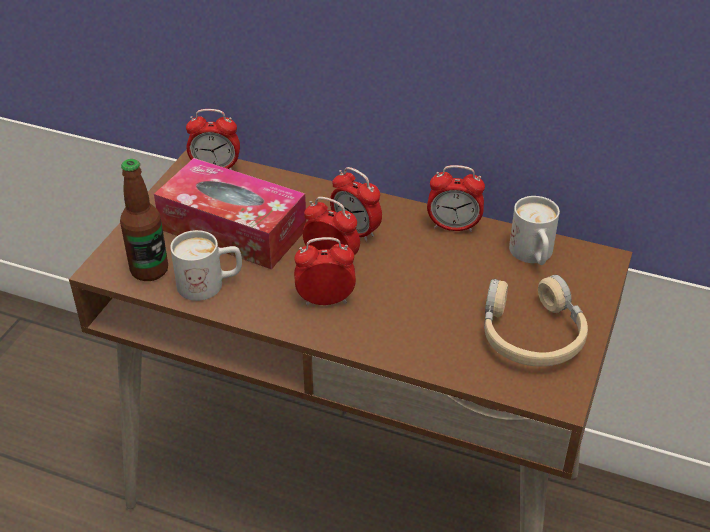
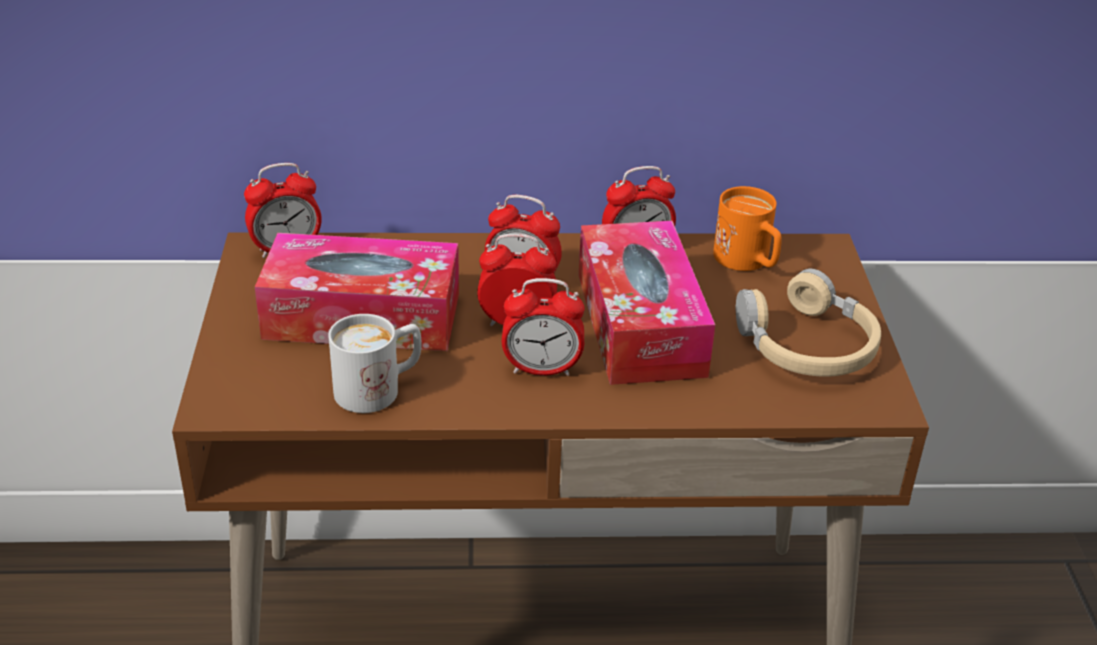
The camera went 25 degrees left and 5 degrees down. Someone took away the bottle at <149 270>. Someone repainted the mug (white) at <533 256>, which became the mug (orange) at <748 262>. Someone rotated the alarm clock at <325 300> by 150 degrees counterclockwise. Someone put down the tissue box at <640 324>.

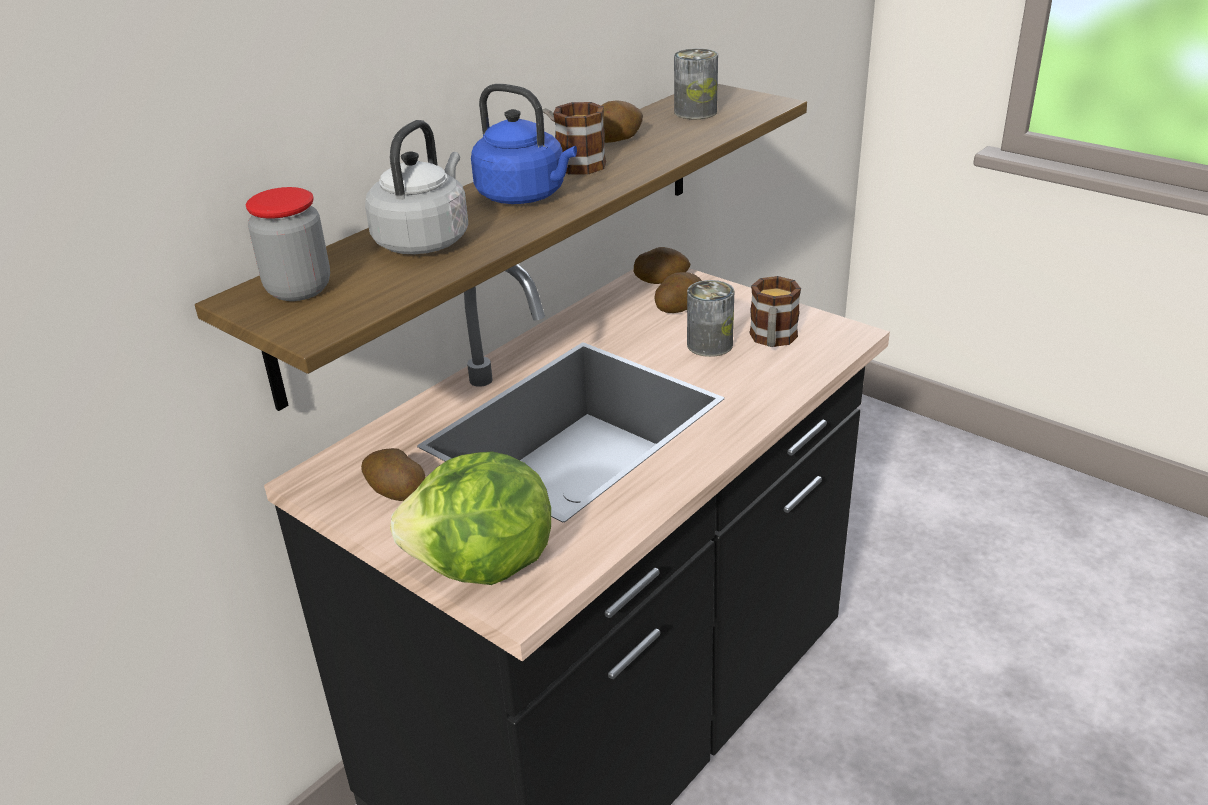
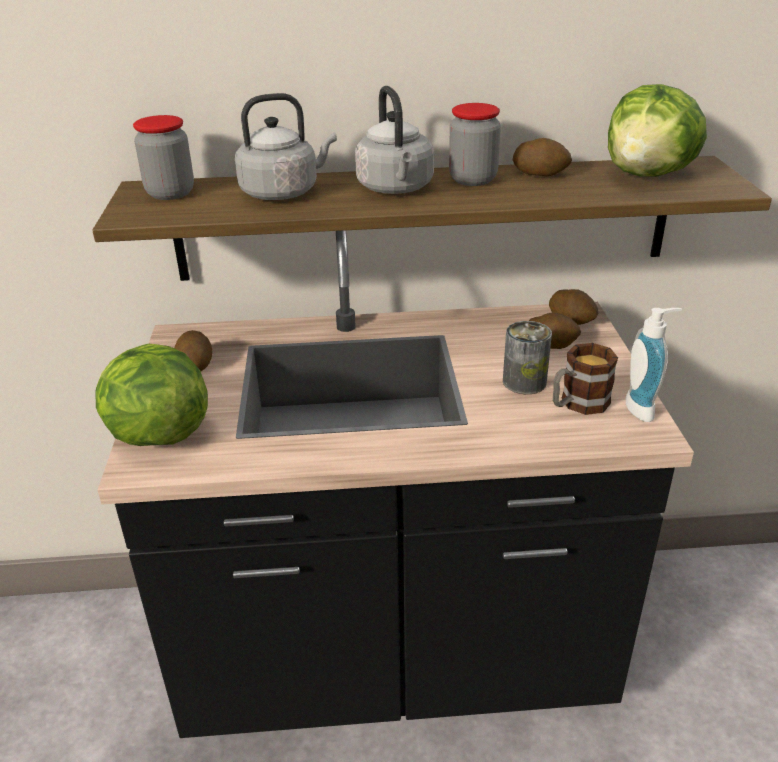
The camera went 45 degrees right and 0 degrees up. Someone swapped the can at <695 112> for the lettuce at <648 175>. Someone repainted the kettle (blue) at <525 196>, which became the kettle (grey) at <396 189>. Someone swapped the mug at <571 163> for the jar at <473 180>. Someone put down the soap dispenser at <644 408>.

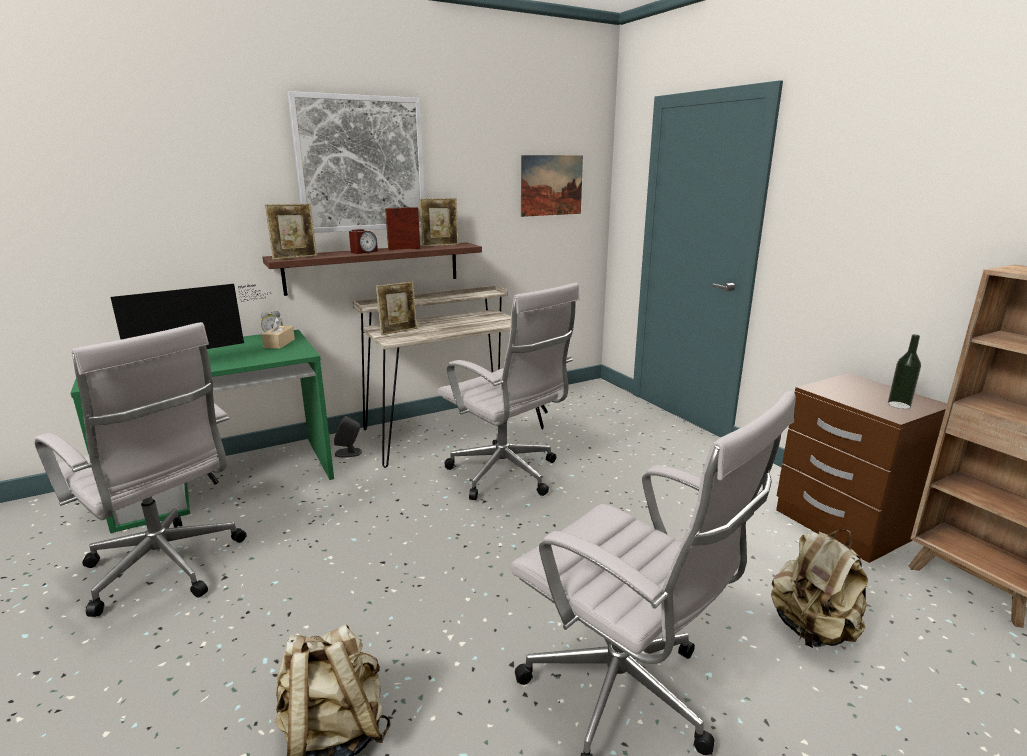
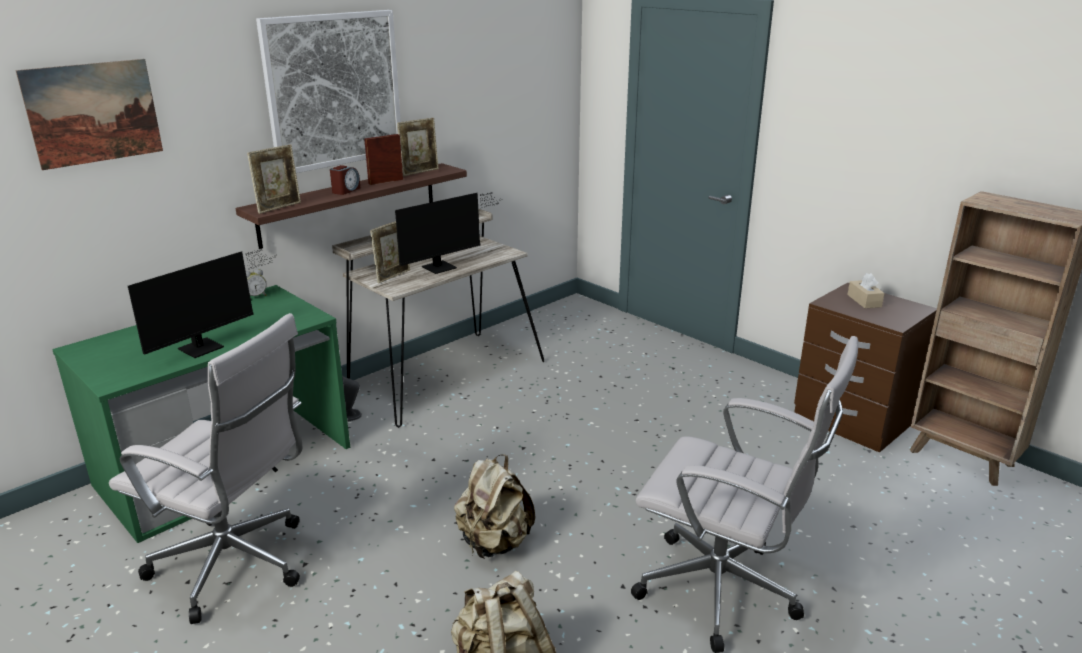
The camera went 15 degrees left and 5 degrees up. Someone carried the picture from <551 185> to <93 113>. Someone took away the office chair (white) at <507 475>. Someone carried the tissue box (beige) from <279 343> to <864 301>. Someone took away the bottle at <899 405>. Someone carried the backpack (beige) from <813 630> to <494 543>. Someone put down the monitor at <444 266>.

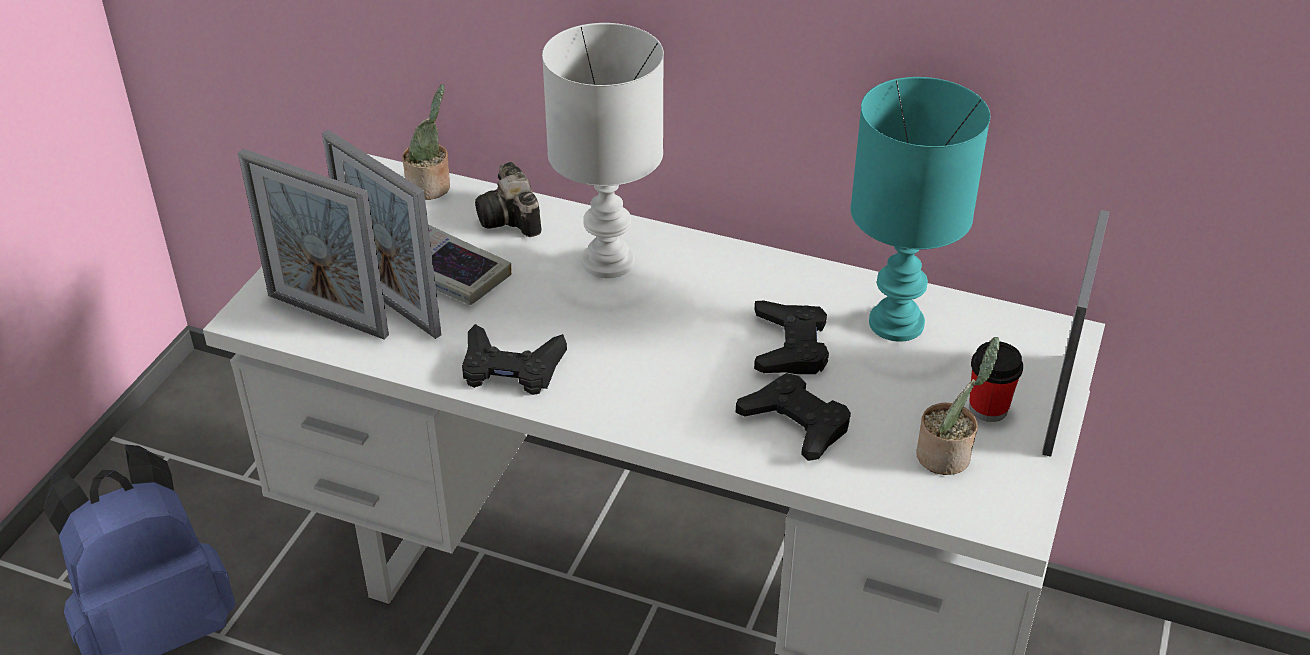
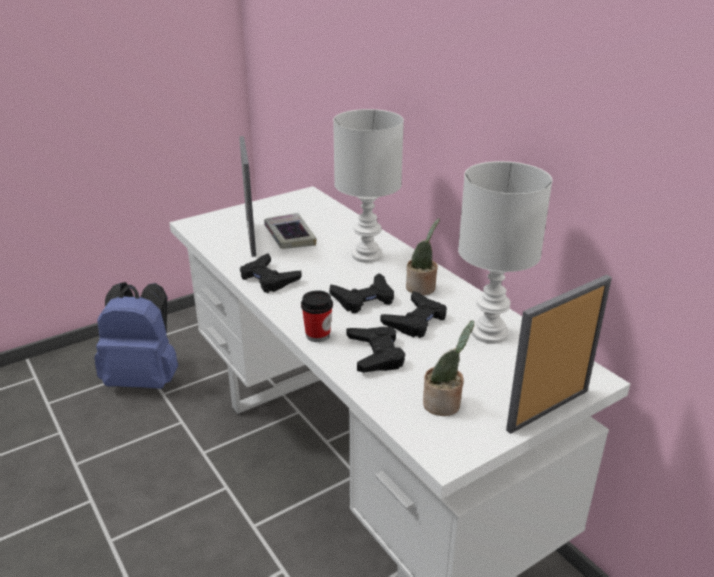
The camera went 35 degrees right and 10 degrees down. Someone repainted the table lamp (turquoise) at <896 325>, which became the table lamp (white) at <488 334>. Someone carried the potted plant from <431 188> to <422 288>. Someone took away the picture frame at <327 315>. Someone took away the photo camera at <512 220>. Someone carried the cup from <988 408> to <318 335>. Someone put down the game controller (black) at <364 299>.

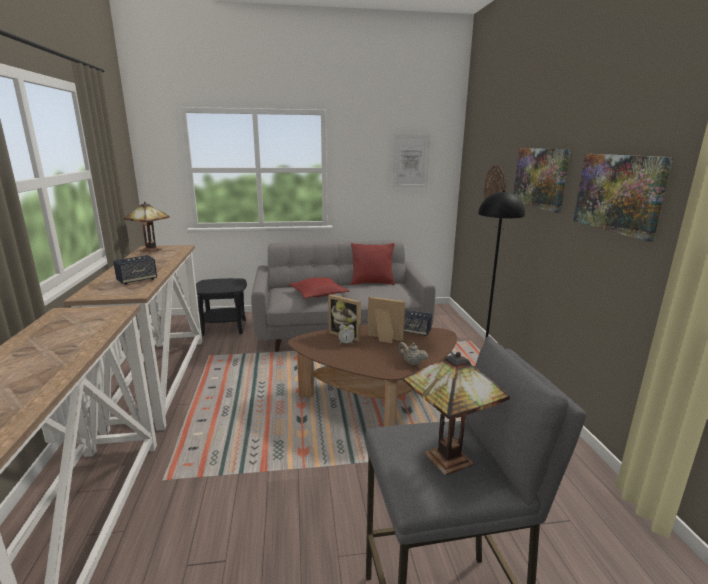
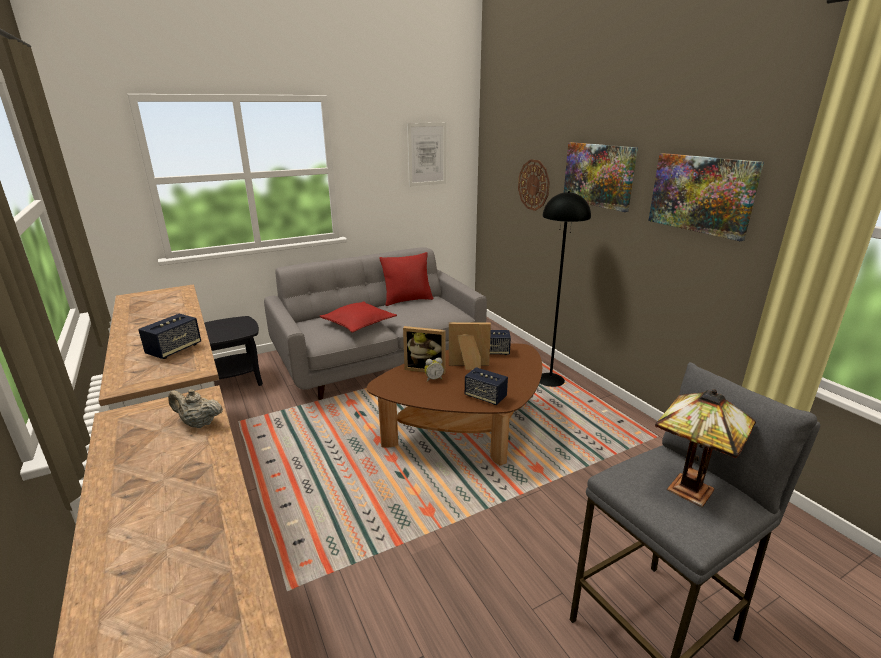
The camera went 20 degrees left and 5 degrees up. Someone took away the table lamp at <151 250>. Someone carried the teapot (beige) from <411 363> to <198 423>. Someone put down the speaker at <485 397>.

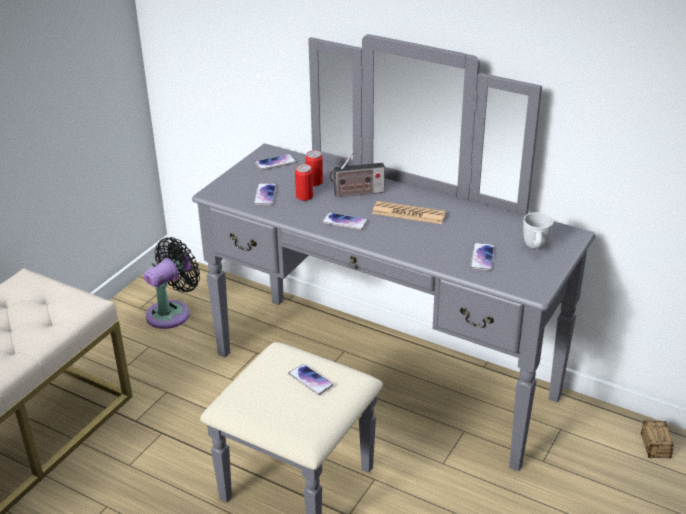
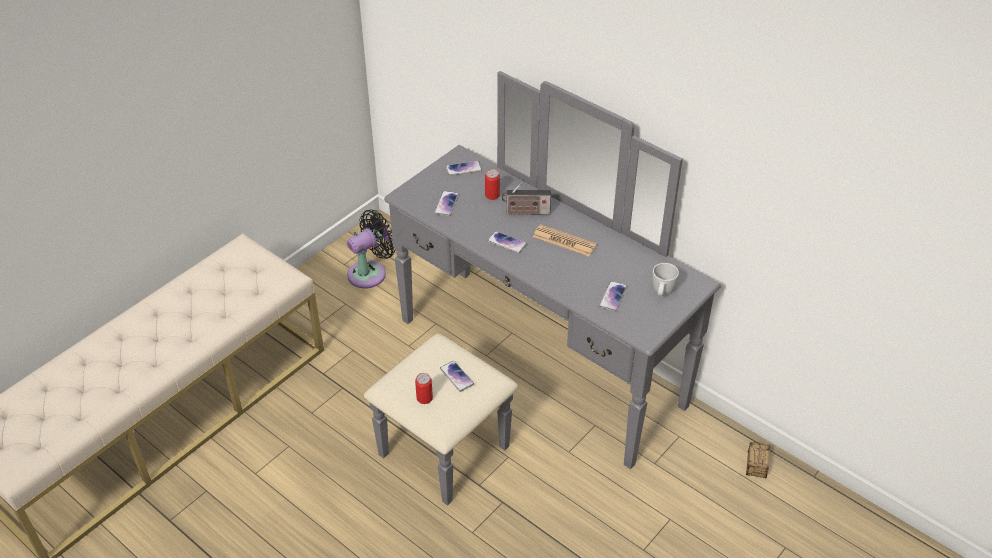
The camera went 10 degrees right and 10 degrees up. Someone carried the can from <304 196> to <424 398>.

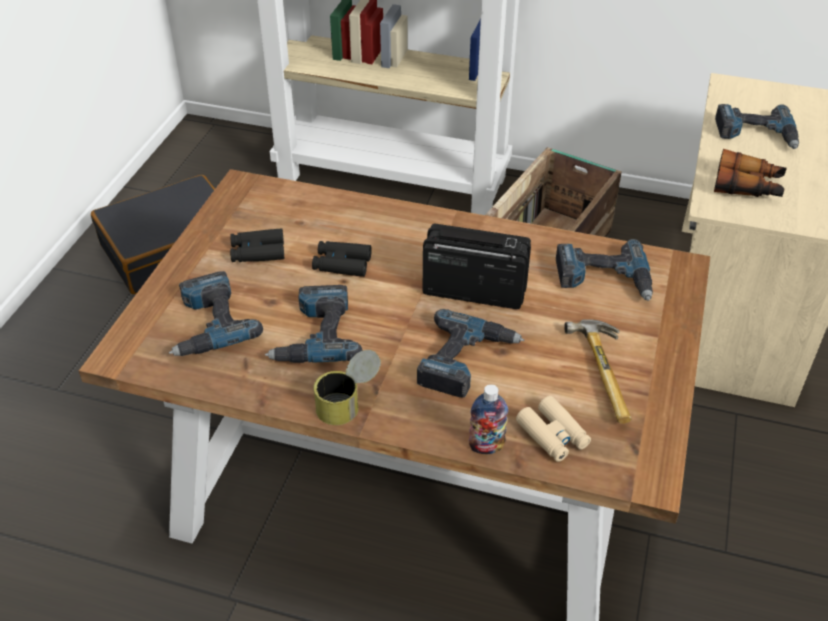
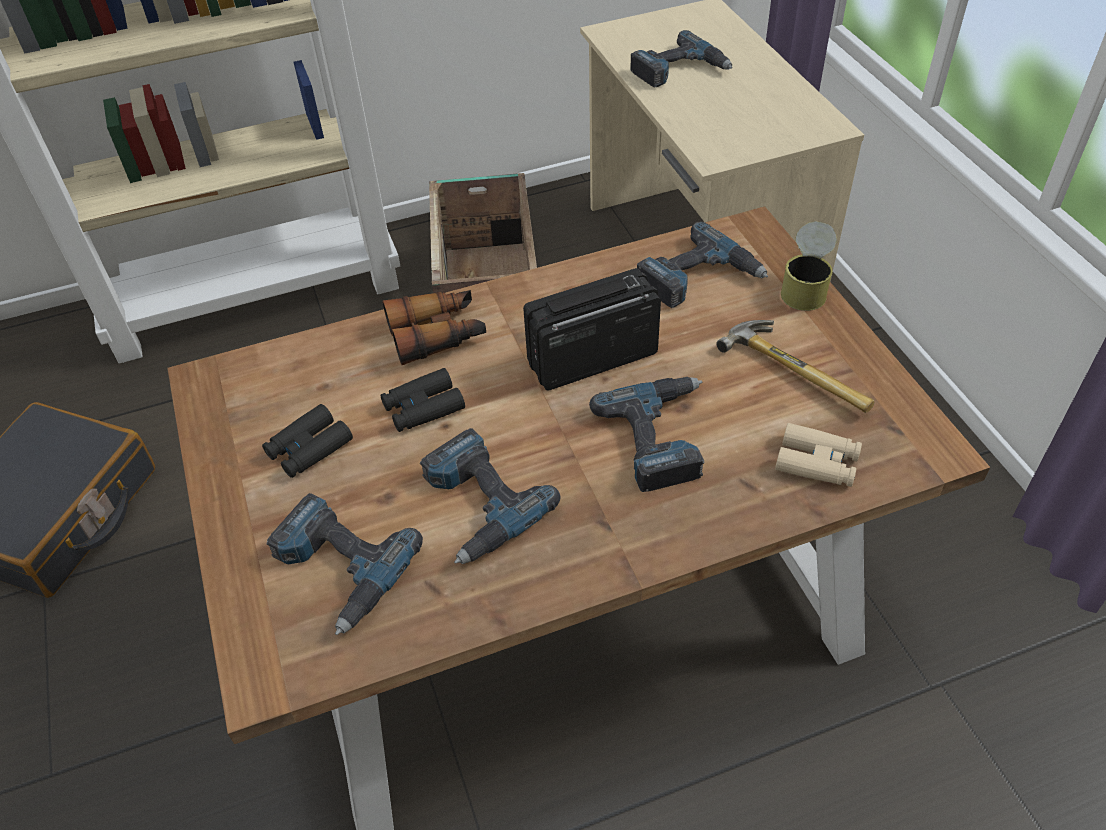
The camera went 35 degrees left and 5 degrees up. Someone carried the binoculars from <748 186> to <437 335>. Someone carried the can from <349 403> to <806 286>. Someone took away the bottle at <486 446>.

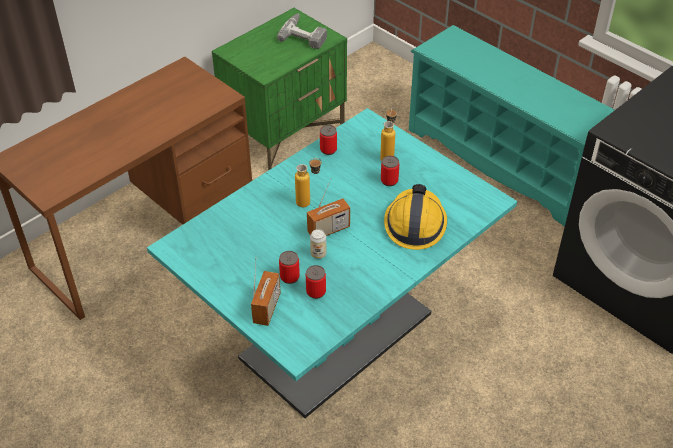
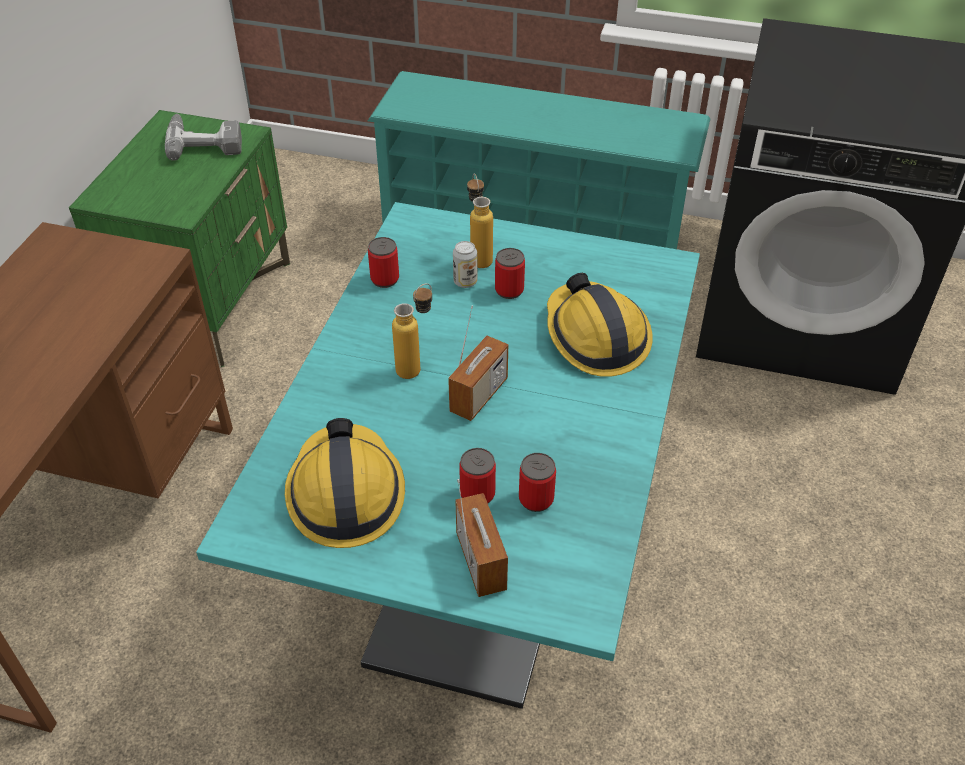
The camera went 30 degrees left and 0 degrees up. Someone carried the can from <318 254> to <465 282>. Someone put down the hard hat at <345 494>.

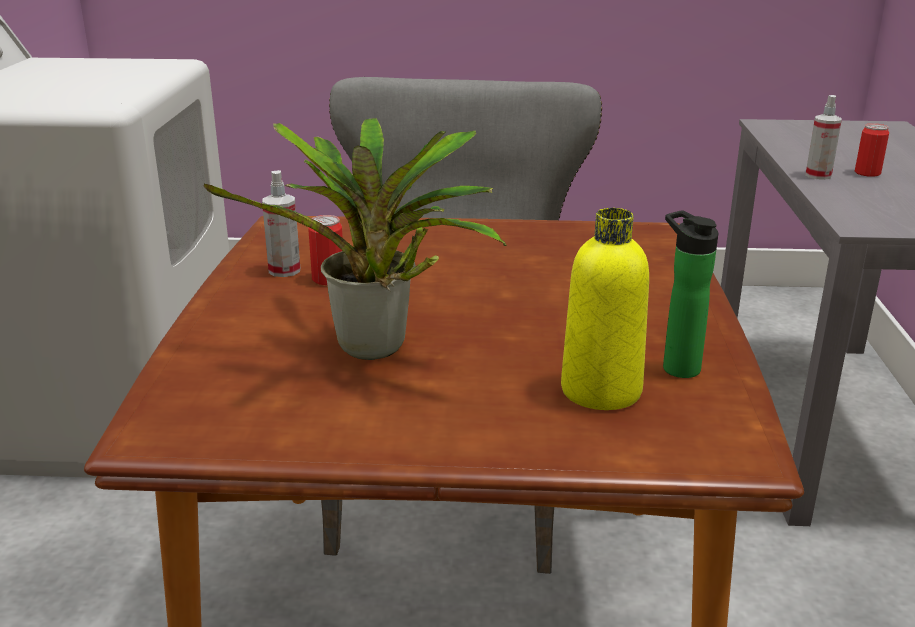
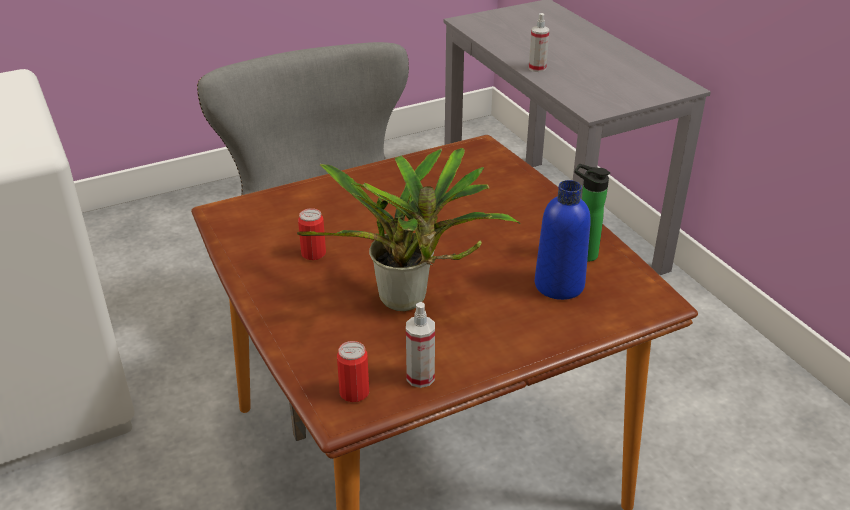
The camera went 30 degrees left and 10 degrees up. Someone carried the can from <867 173> to <354 392>. Someone carried the spray bottle from <284 270> to <420 377>. Someone repainted the bottle (yellow) at <601 391>, which became the bottle (blue) at <559 285>.

